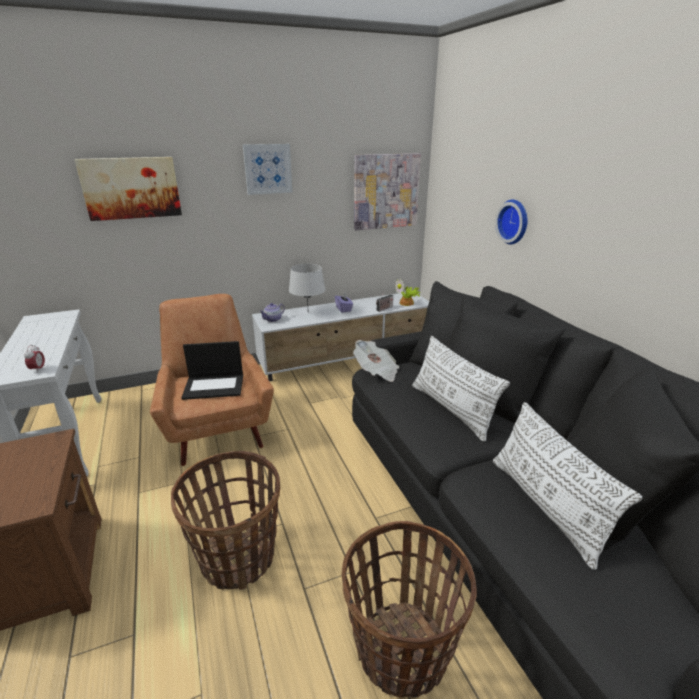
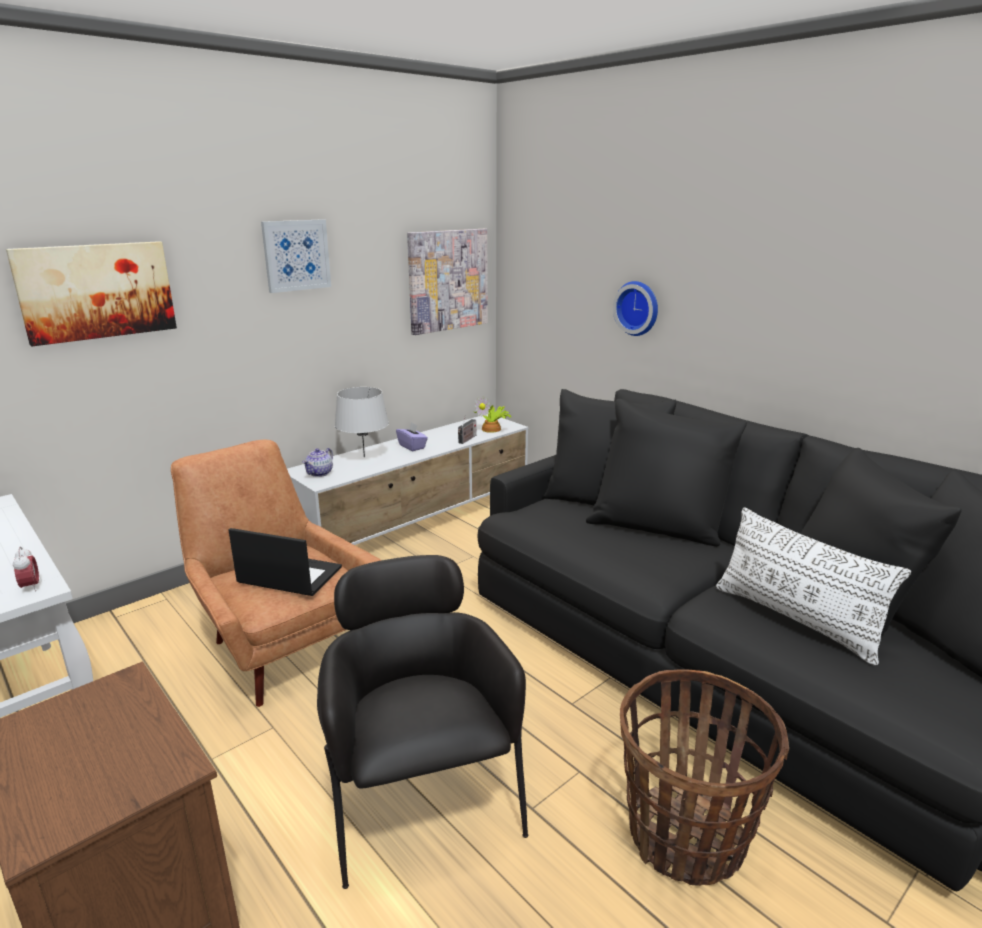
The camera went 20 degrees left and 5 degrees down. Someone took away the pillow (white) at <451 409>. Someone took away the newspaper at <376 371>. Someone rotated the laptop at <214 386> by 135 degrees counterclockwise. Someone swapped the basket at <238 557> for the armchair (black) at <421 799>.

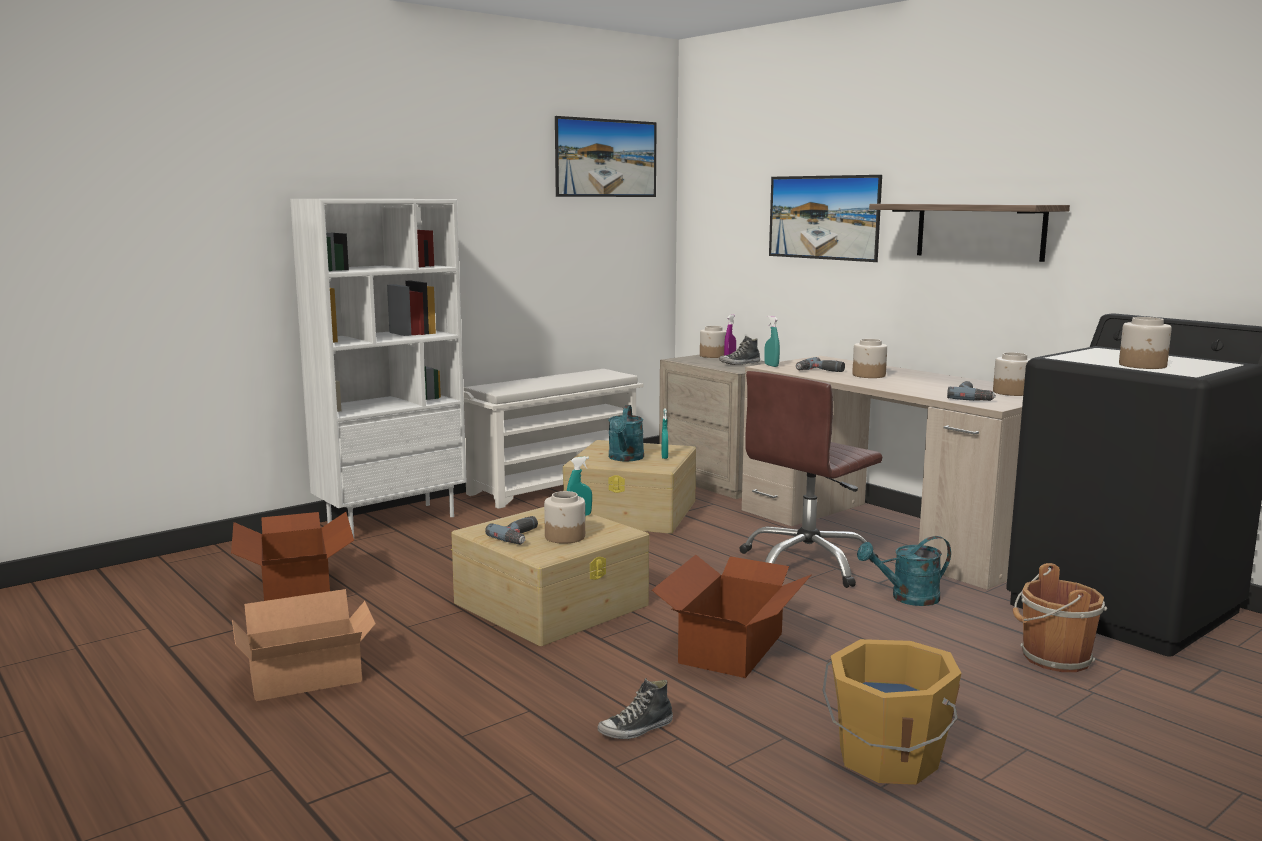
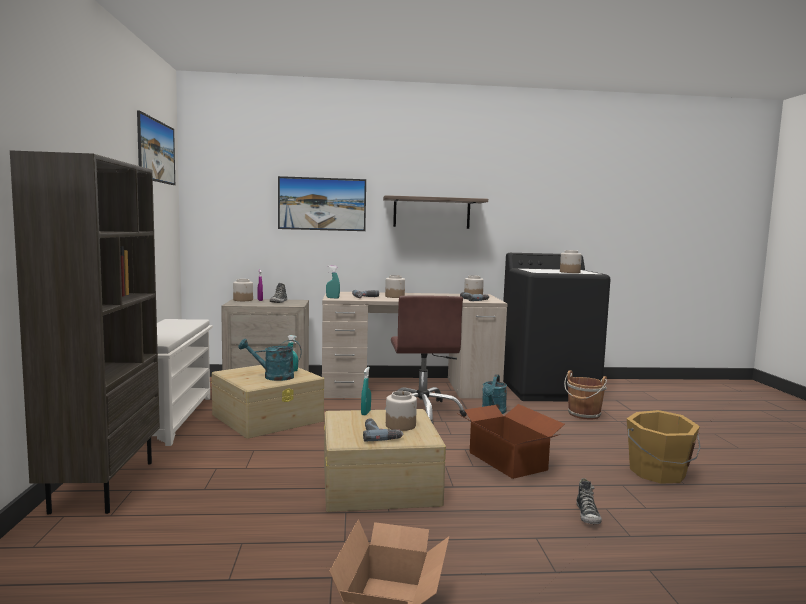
The camera went 55 degrees left and 5 degrees down. Someone repainted the bookcase (white) at <392 520>, which became the bookcase (brown) at <102 485>. Someone rotated the watering can (turquoise) at <625 458> by 135 degrees clockwise. Someone took away the cardboard box at <297 589>.

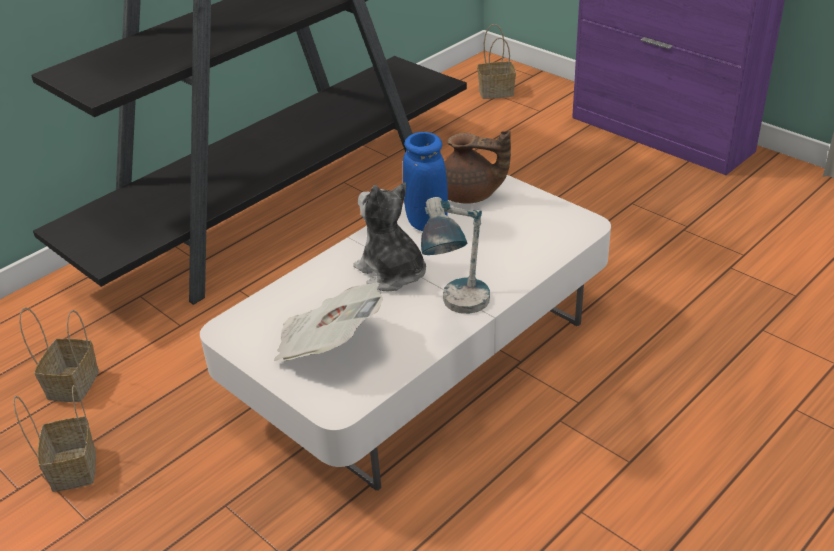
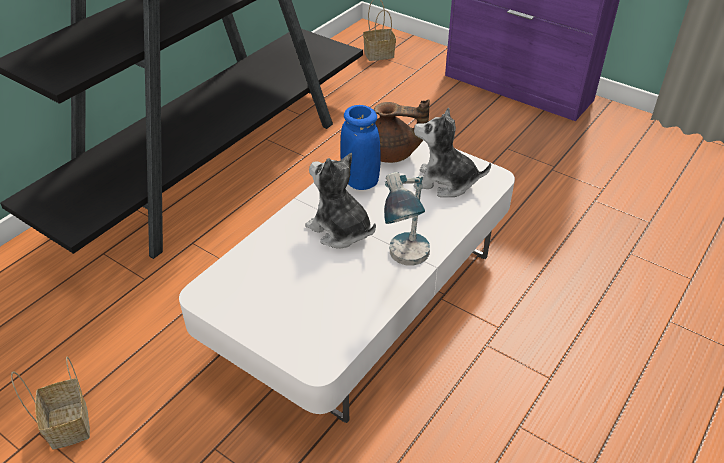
The camera went 10 degrees left and 5 degrees up. Someone took away the newspaper at <328 345>. Someone took away the basket at <73 383>. Someone put down the plush toy at <445 182>.

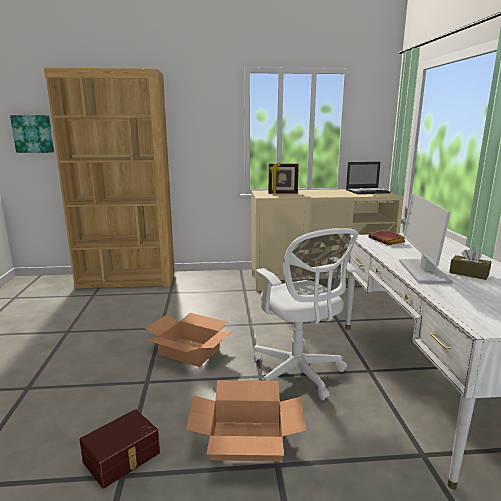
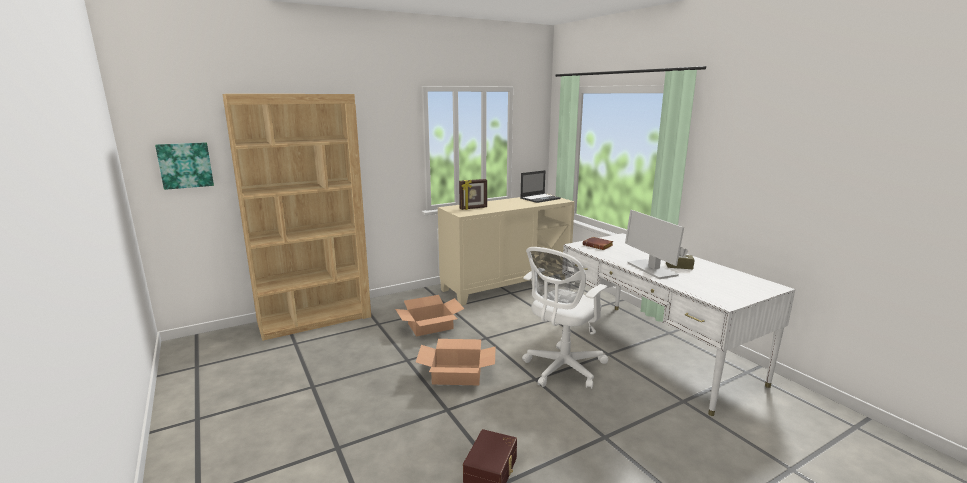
The camera went 25 degrees left and 0 degrees up. Someone rotated the office chair (white) at <299 374> by 90 degrees clockwise. Someone carried the cardboard box from <246 440> to <430 326>.

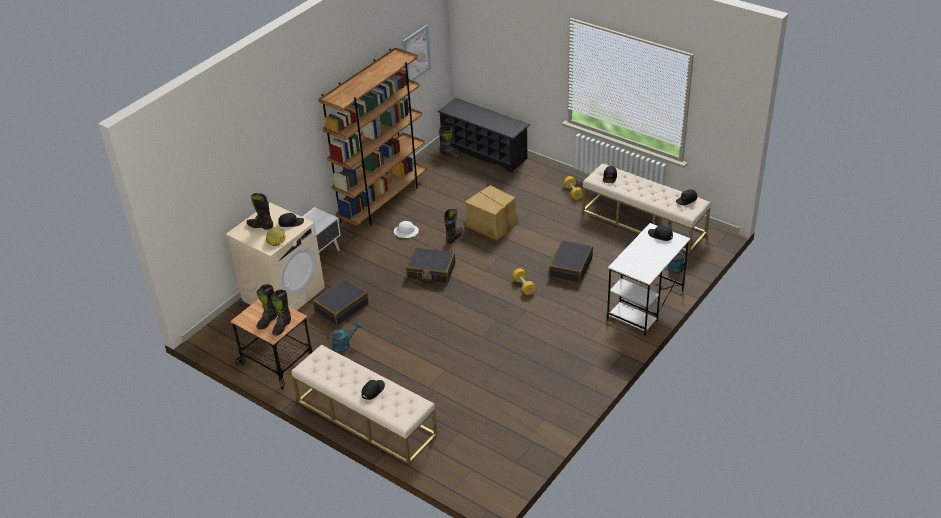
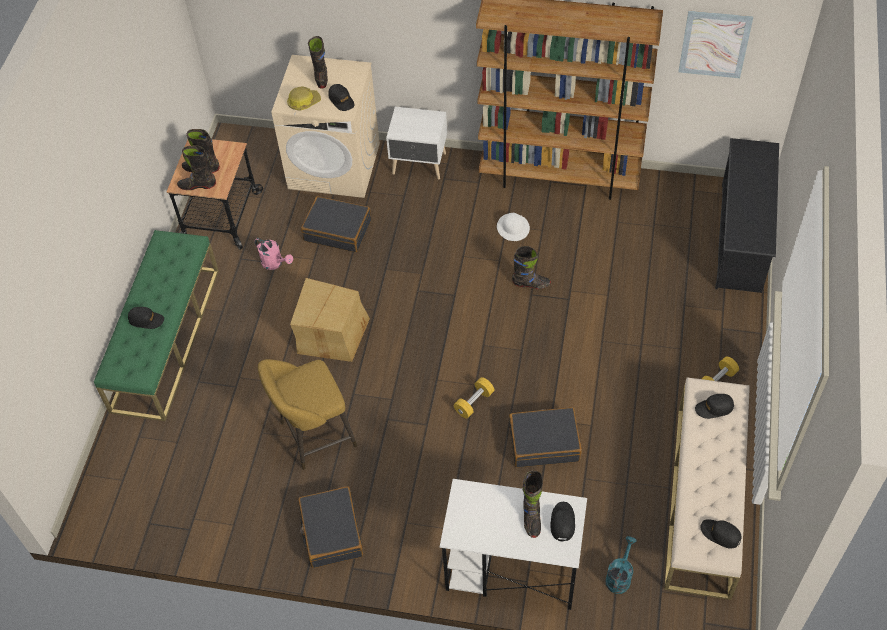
The camera went 65 degrees right and 15 degrees up. Someone carried the boot (black) from <450 155> to <531 517>. Someone carried the cardboard box from <492 224> to <331 333>. Someone carried the suitcase (black) from <431 271> to <331 532>. Someone repainted the watering can (turquoise) at <344 345>, which became the watering can (pink) at <275 263>. Someone repainted the bench (beige) at <365 418>, which became the bench (green) at <166 339>. Someone put down the stool (yellow) at <314 436>.

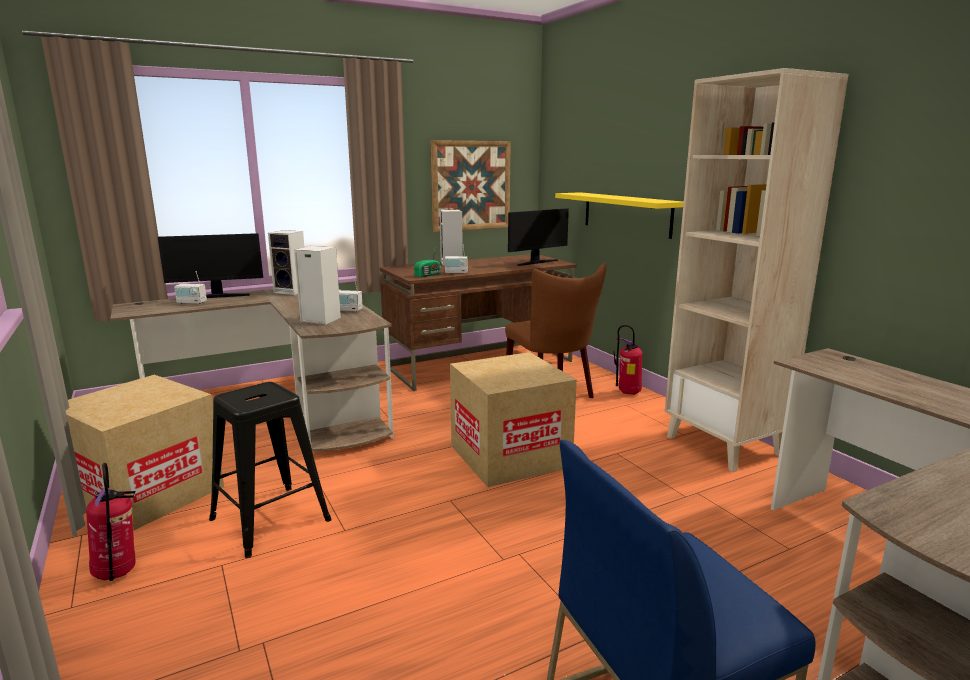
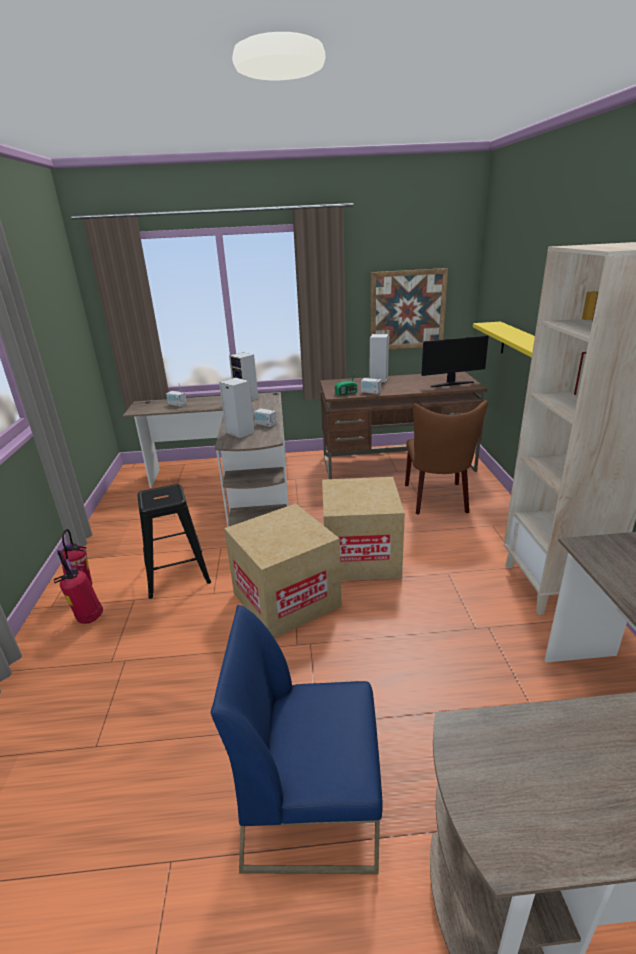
The camera went 25 degrees right and 10 degrees up. Someone took away the monitor at <217 296>. Someone carried the fire extinguisher from <627 393> to <88 618>. Someone carried the cardboard box from <148 494> to <286 599>.

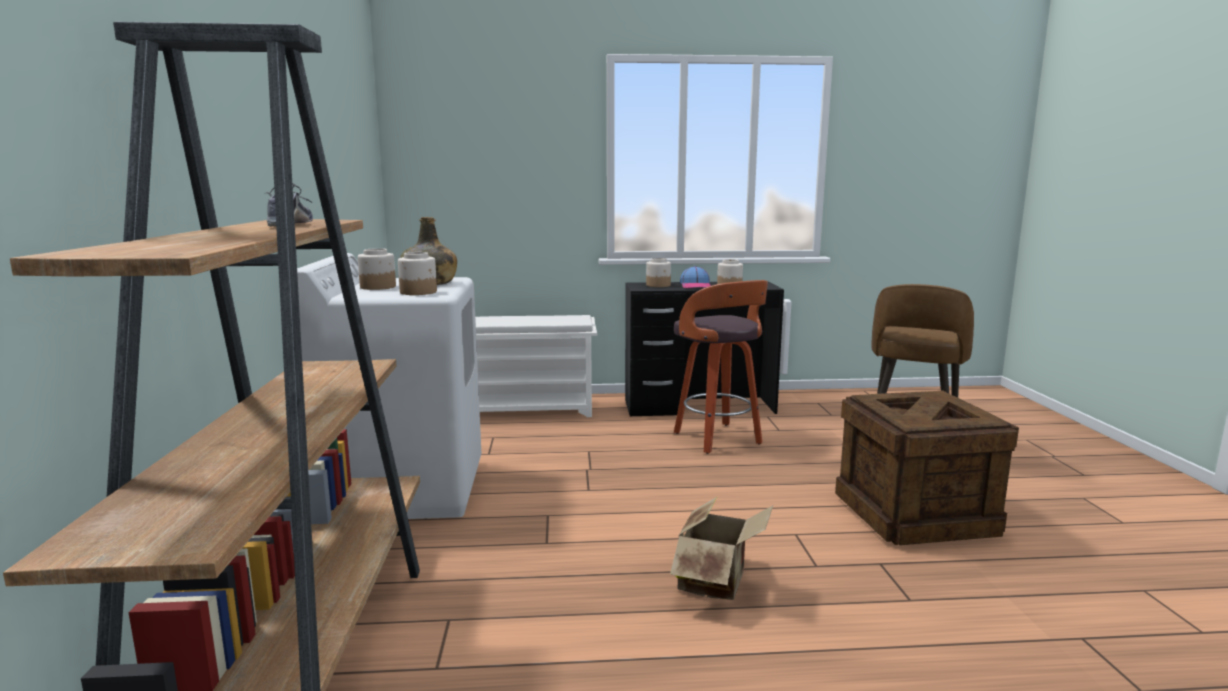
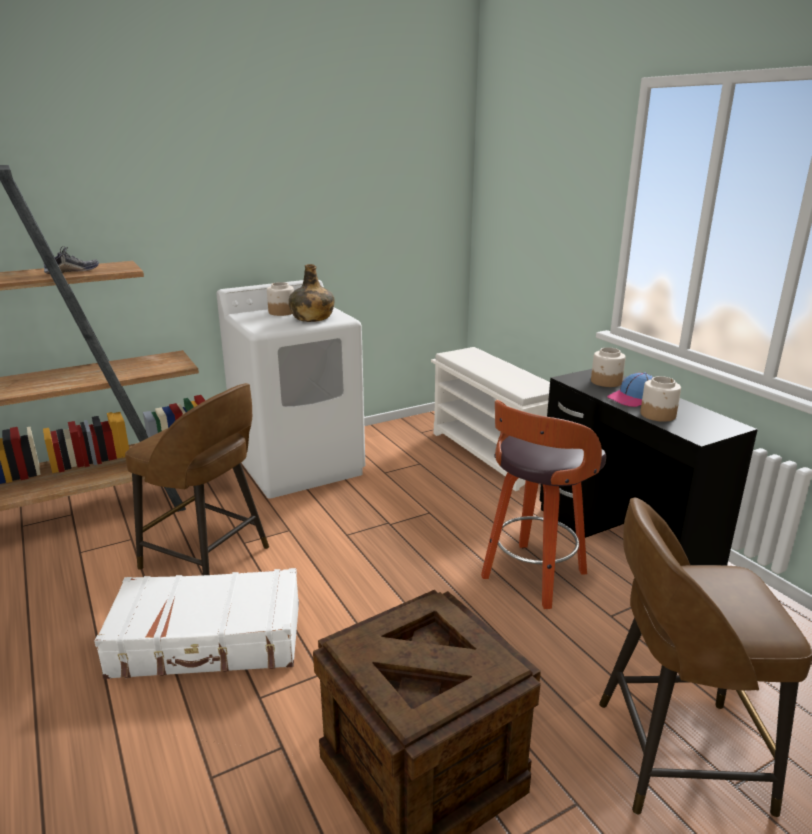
The camera went 65 degrees right and 10 degrees up. Someone took away the jar at <419 292>. Someone swapped the cardboard box at <718 582> for the suitcase (white) at <208 640>. Someone put down the stool (brown) at <208 559>.

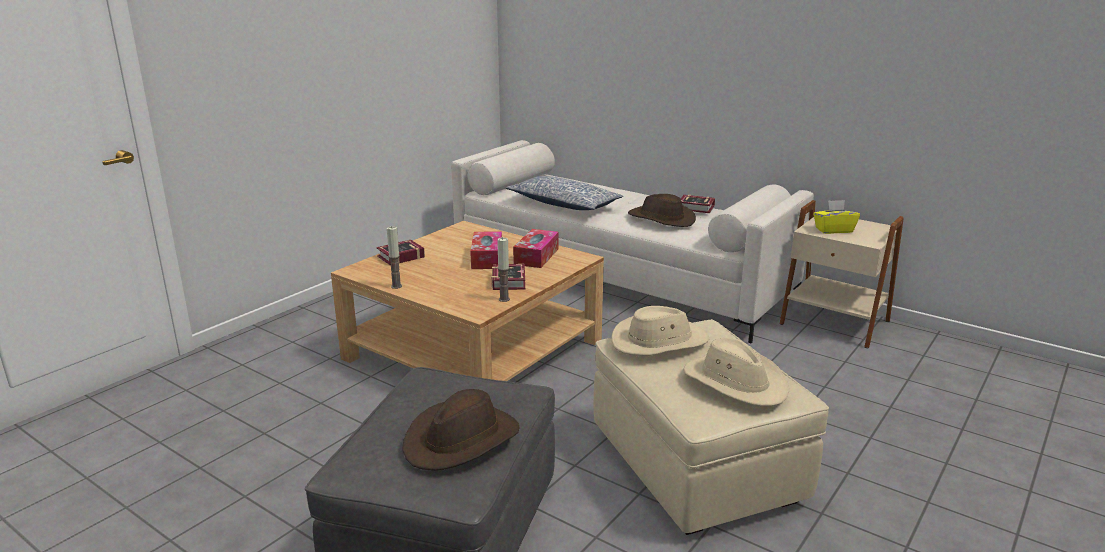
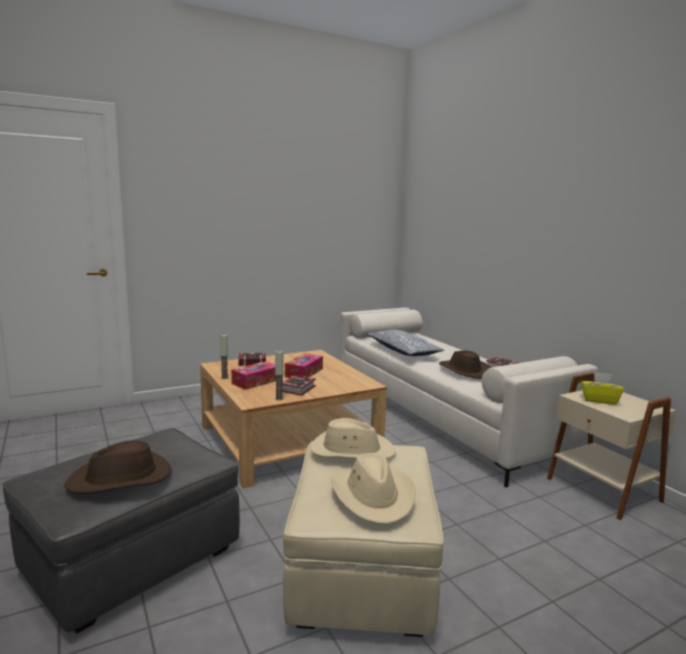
The camera went 25 degrees right and 10 degrees down. Someone carried the tissue box from <536 256> to <256 381>.

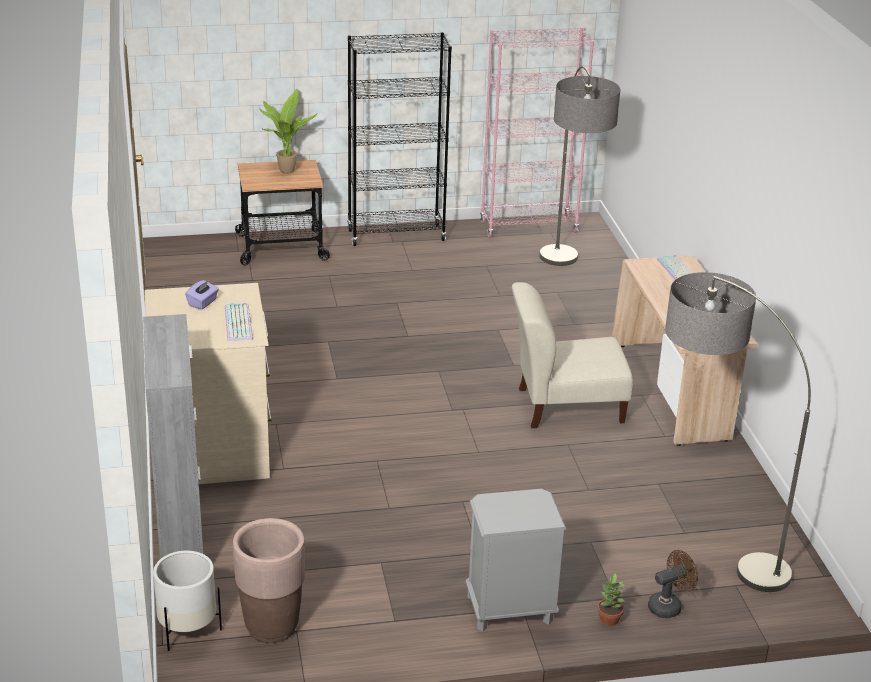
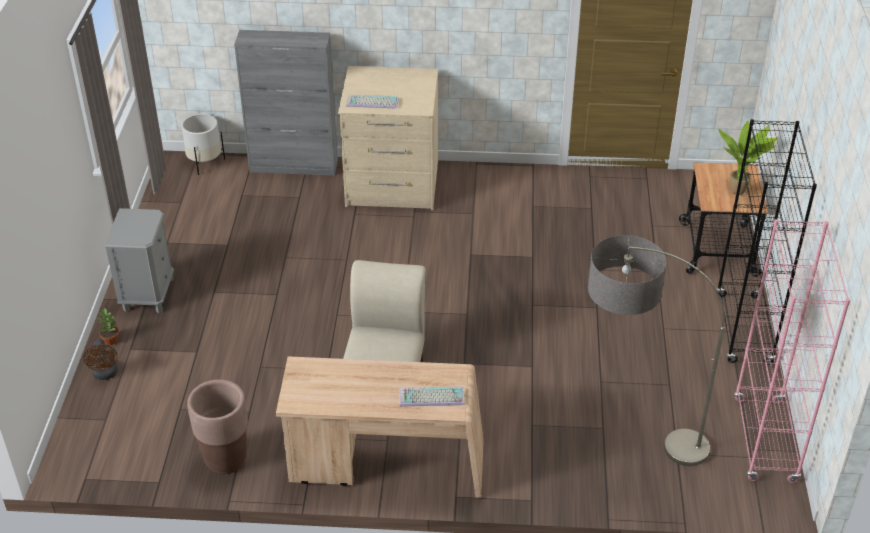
The camera went 105 degrees right and 10 degrees up. Someone took away the floor lamp at <706 548>. Someone took away the tissue box (purple) at <203 303>. Someone carried the planter (brown) from <271 627> to <225 459>.

